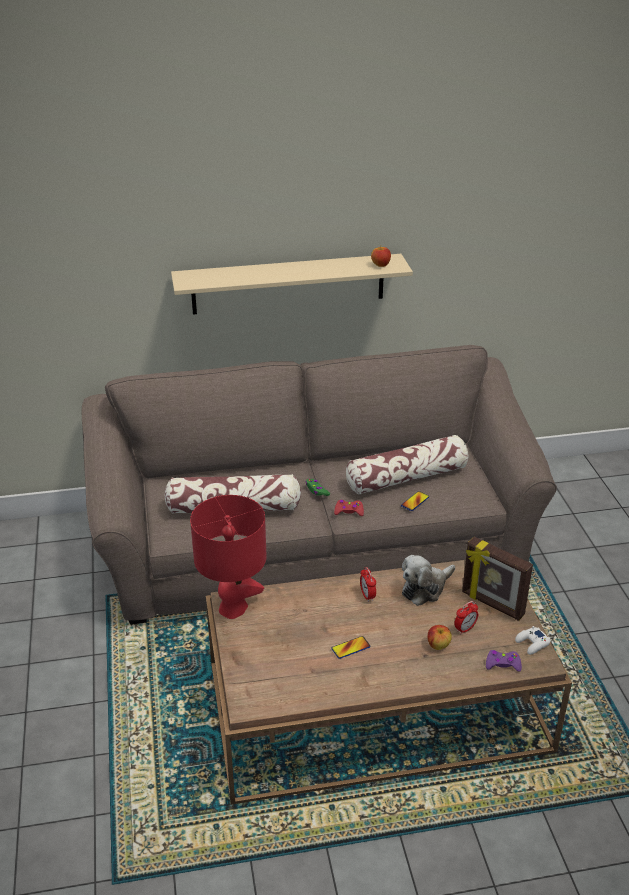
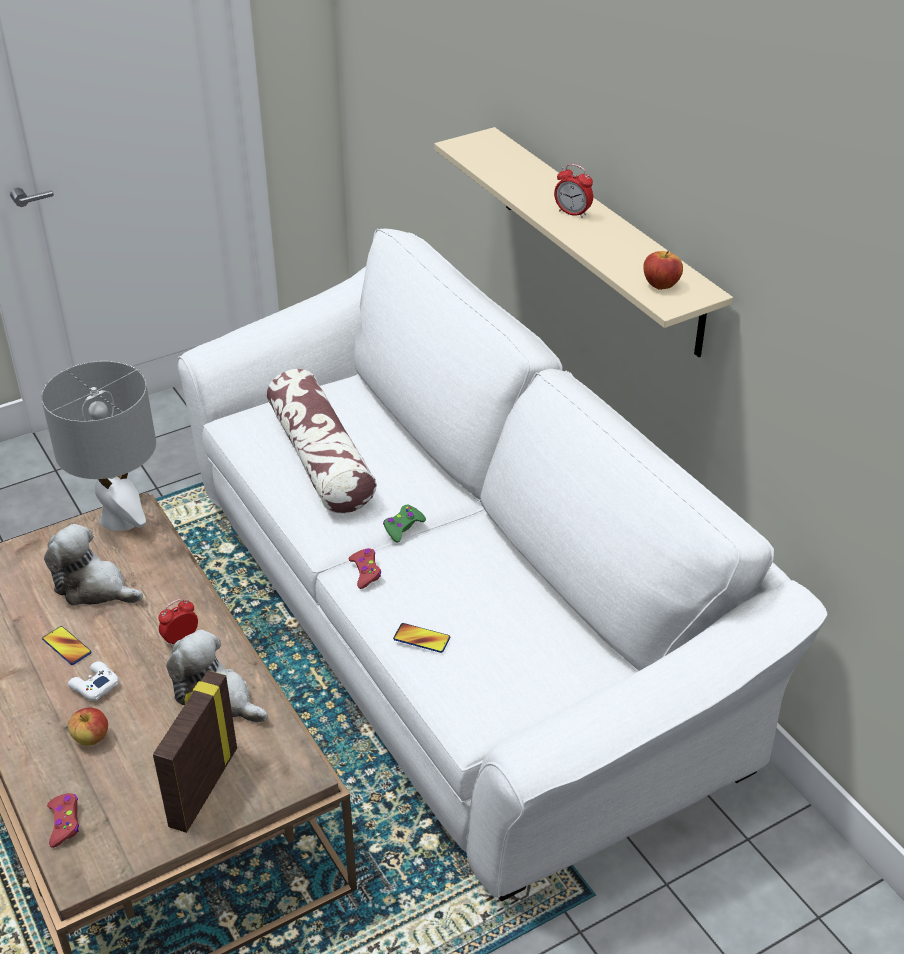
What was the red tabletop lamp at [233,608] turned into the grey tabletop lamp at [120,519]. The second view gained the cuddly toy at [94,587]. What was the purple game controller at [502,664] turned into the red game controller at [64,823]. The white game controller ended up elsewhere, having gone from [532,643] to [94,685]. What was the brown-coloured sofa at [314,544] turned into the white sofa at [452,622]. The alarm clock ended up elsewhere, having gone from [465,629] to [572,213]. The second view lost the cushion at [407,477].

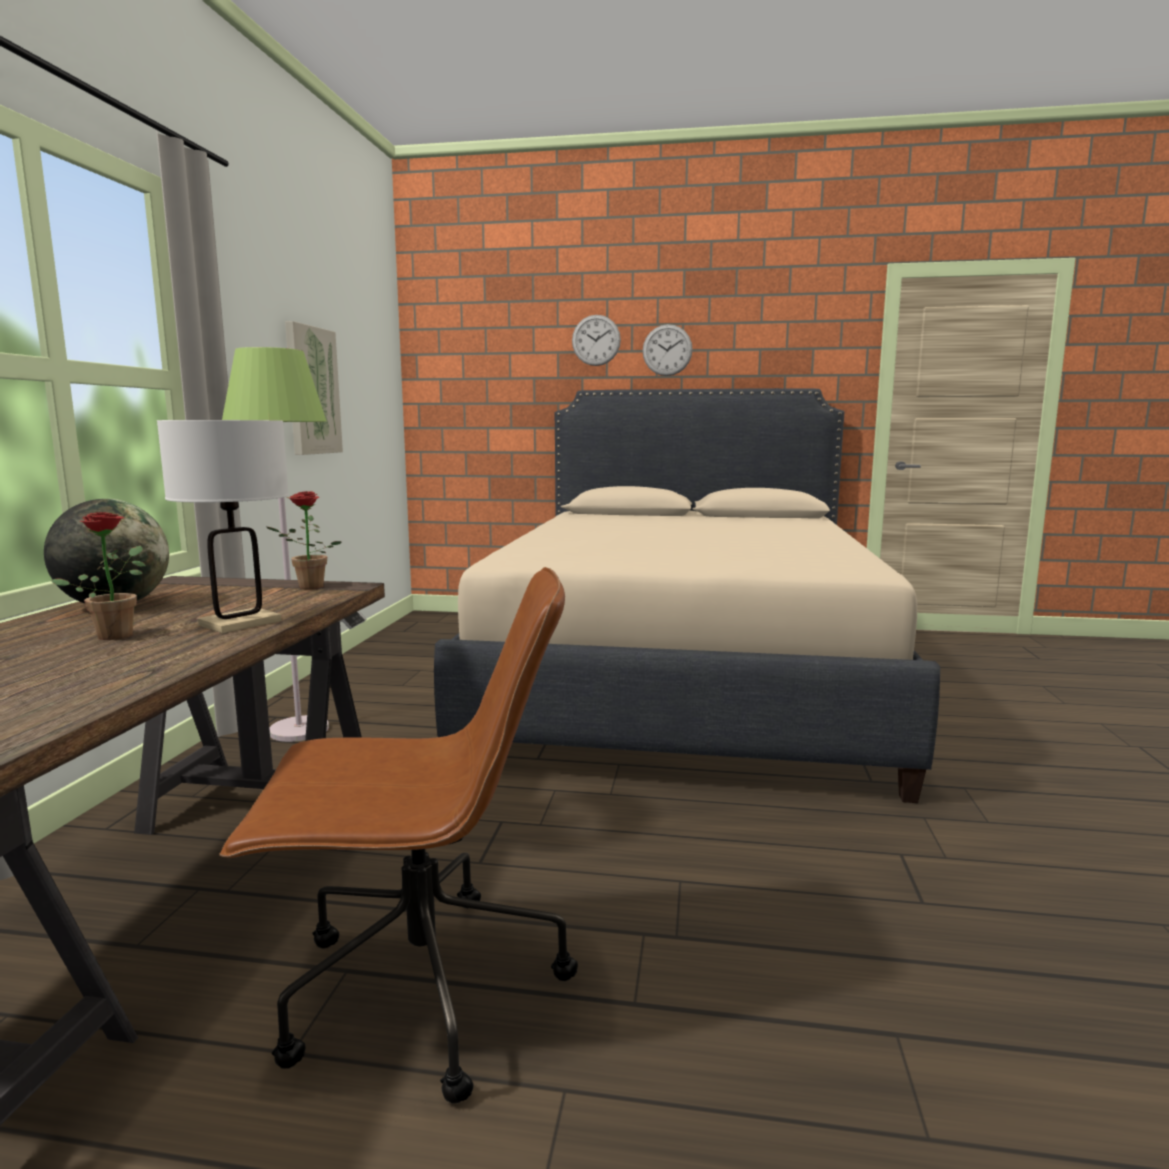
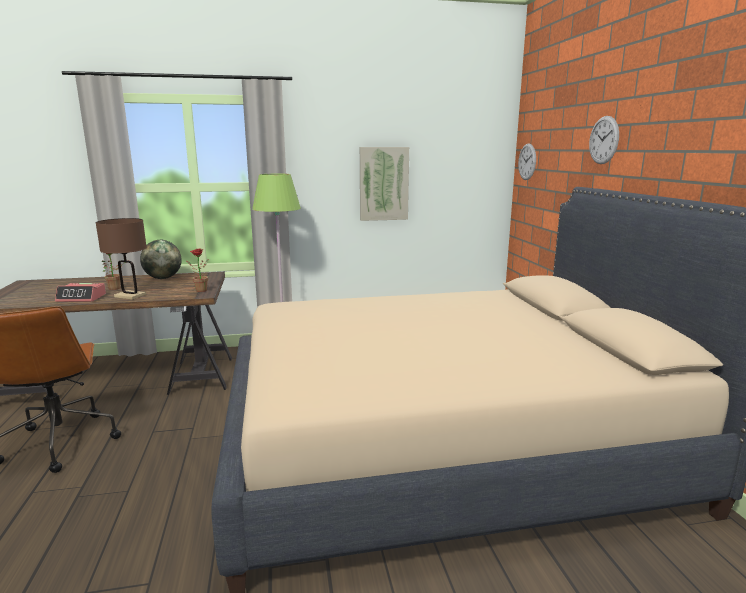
The second view gained the alarm clock at [82,298]. What was the white tabletop lamp at [240,623] turned into the brown-coloured tabletop lamp at [130,296]. The clock on the wall ended up elsewhere, having gone from [667,350] to [527,161].

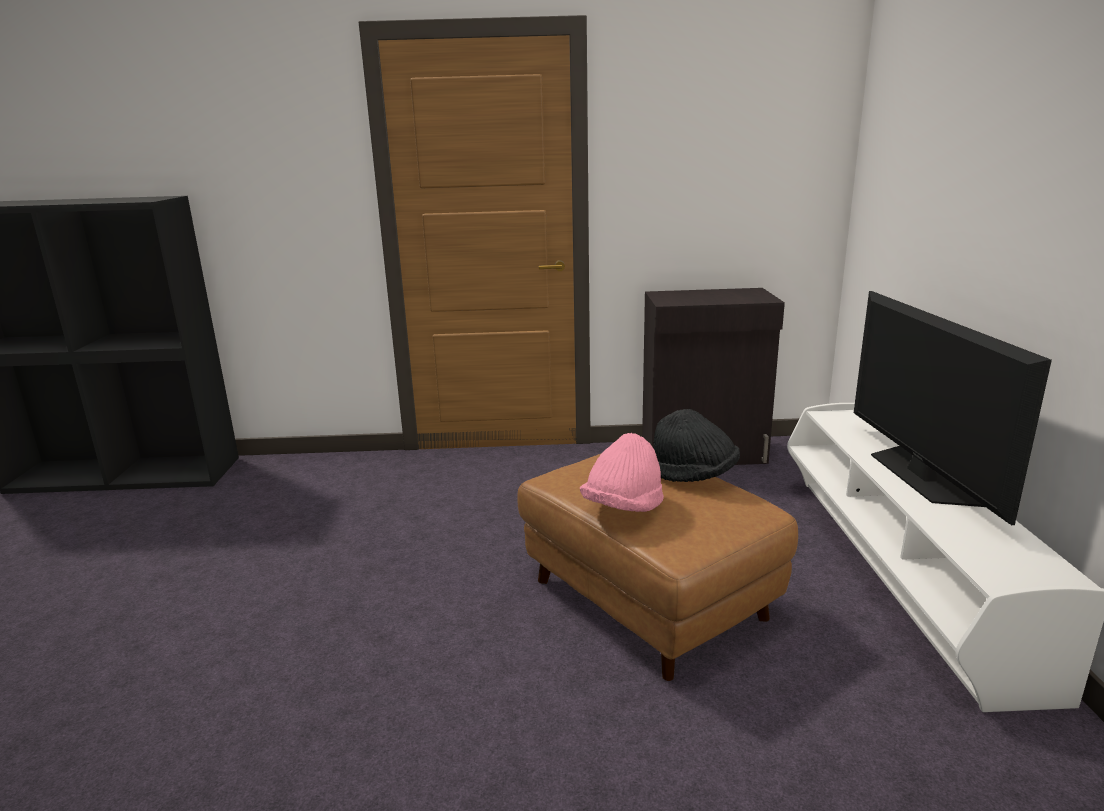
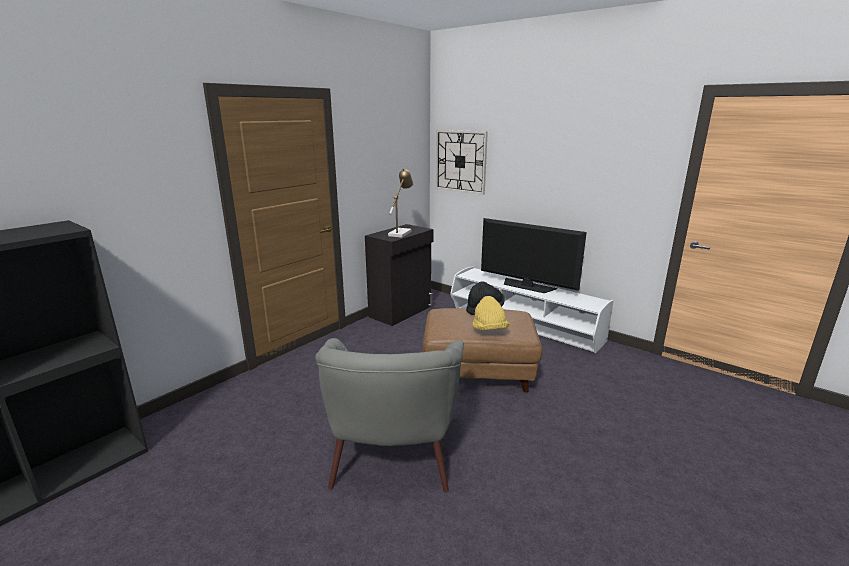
The second view gained the grey armchair at [393,452]. The second view gained the tabletop lamp at [401,233]. The second view gained the clock on the wall at [460,161]. What was the pinkish clothing hat at [623,507] turned into the yellowish clothing hat at [489,330].

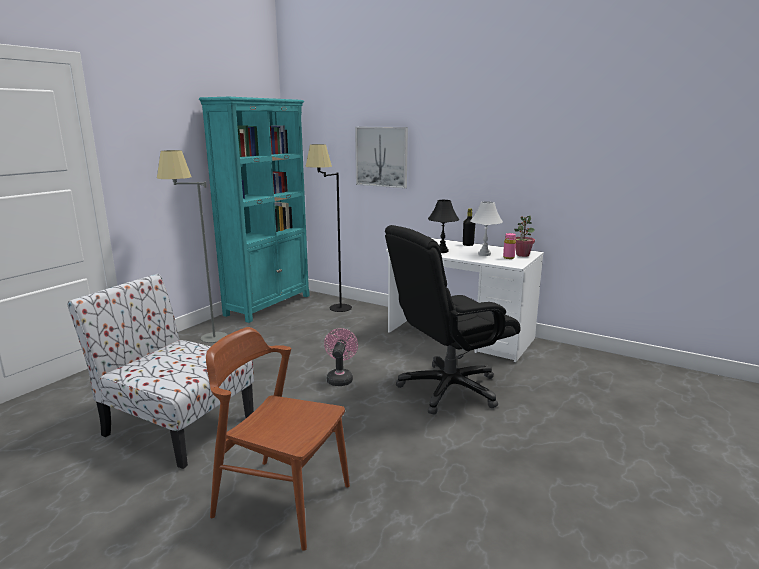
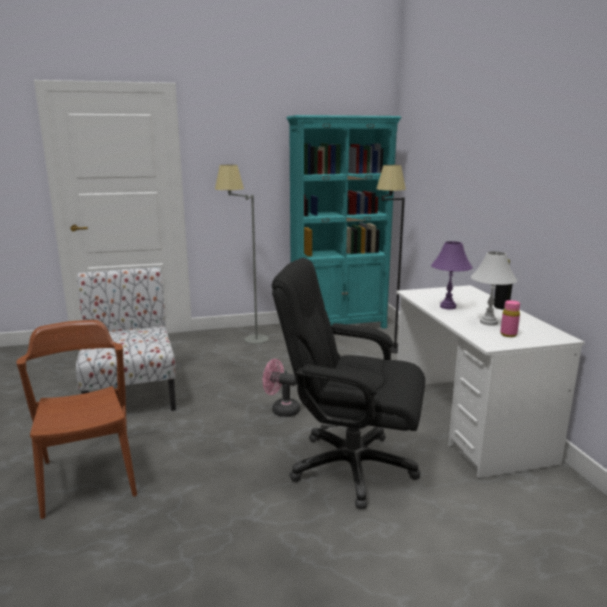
The pinkish fan at [340,378] ended up facing another way, 120 degrees counterclockwise from before. What was the blackish tabletop lamp at [442,251] turned into the purple tabletop lamp at [448,307]. The second view lost the wall art at [381,157]. The second view lost the potted plant at [522,255].

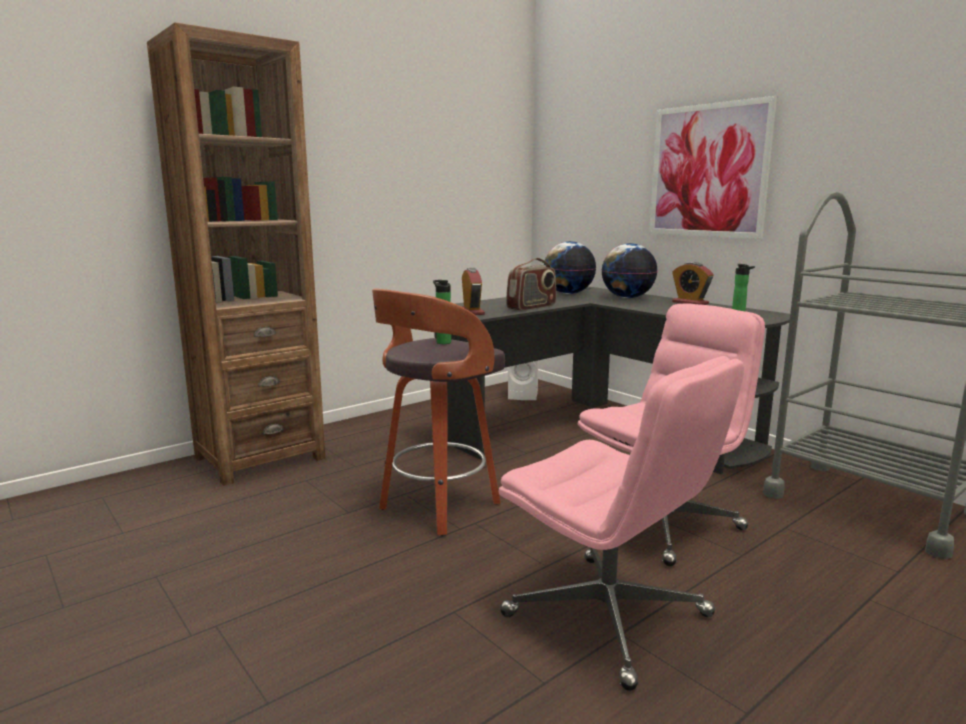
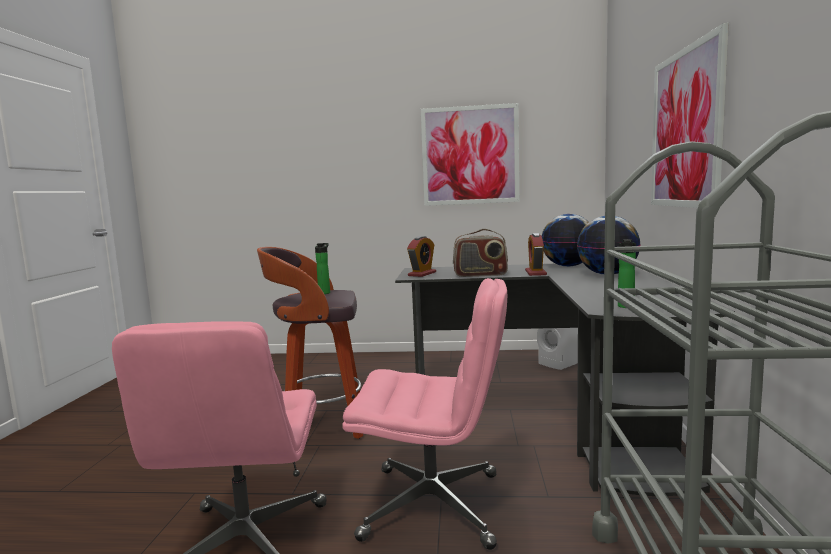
The second view gained the wall art at [470,155]. The alarm clock ended up elsewhere, having gone from [690,303] to [535,273]. The second view lost the brown-coloured bookshelf at [260,458].

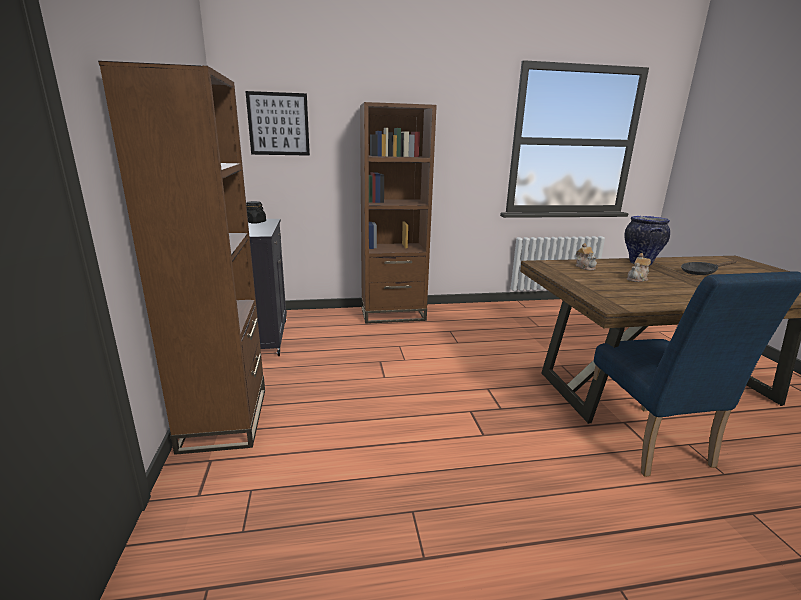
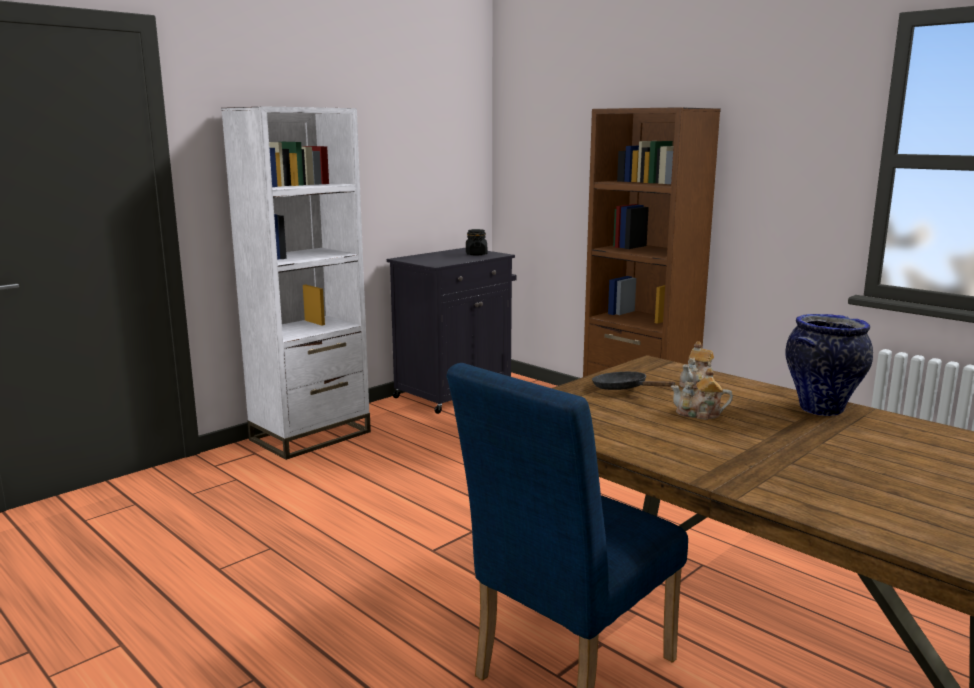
What was the brown-coloured bookshelf at [225,419] turned into the white bookshelf at [311,436]. The blackish pan ended up elsewhere, having gone from [701,272] to [624,389]. The second view lost the wall art at [278,124].

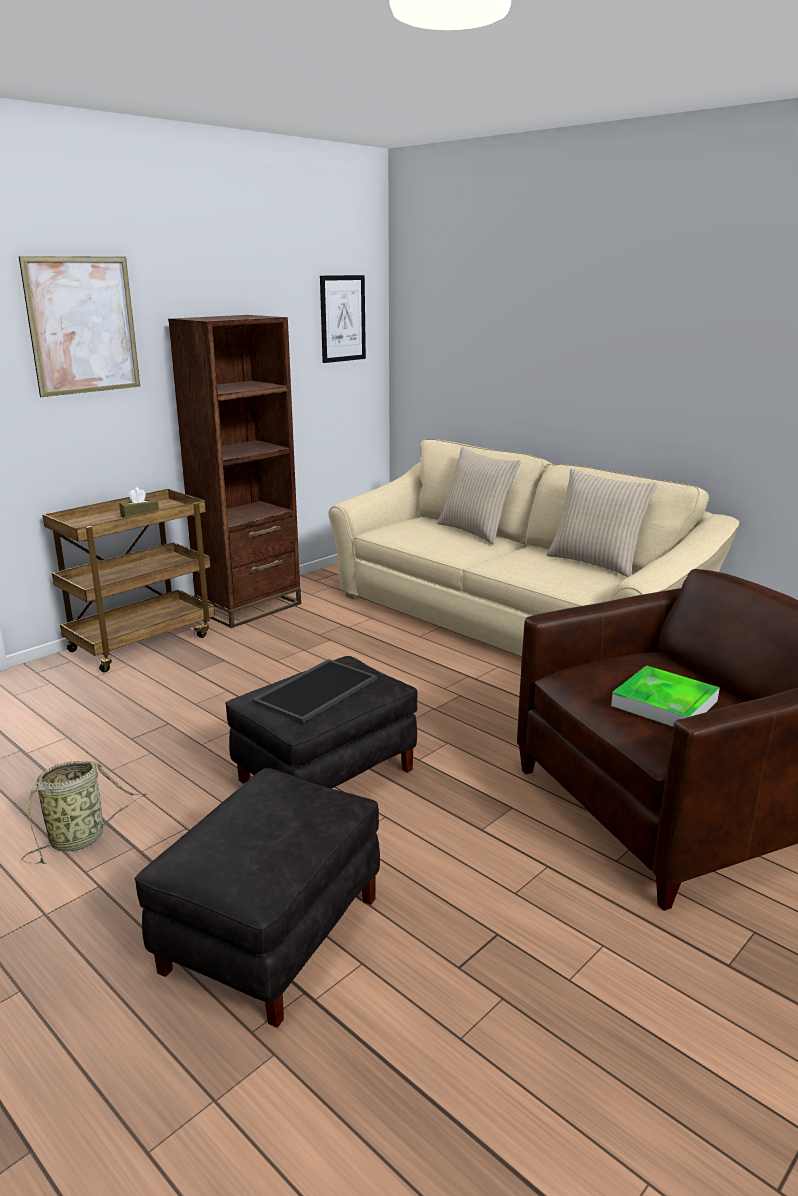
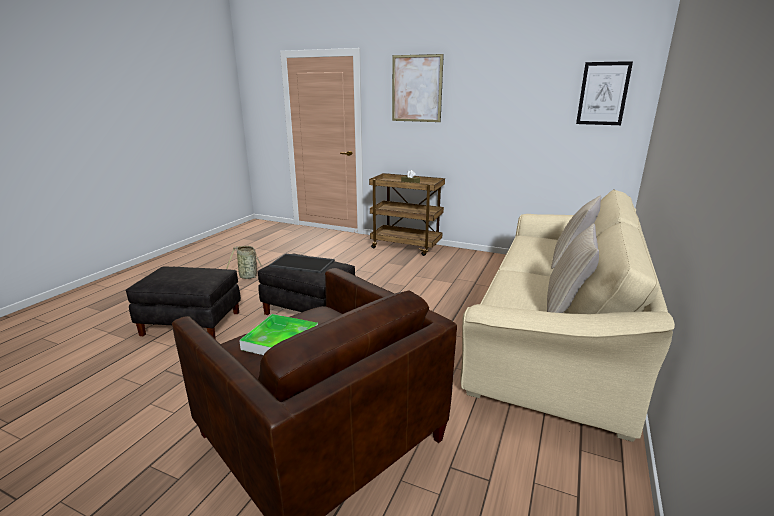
The second view lost the brown-coloured bookshelf at [249,607].

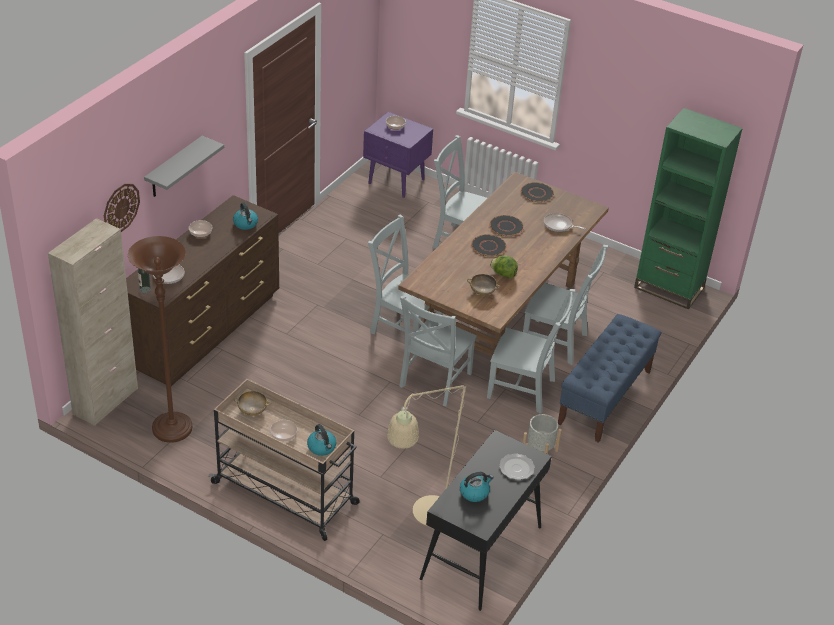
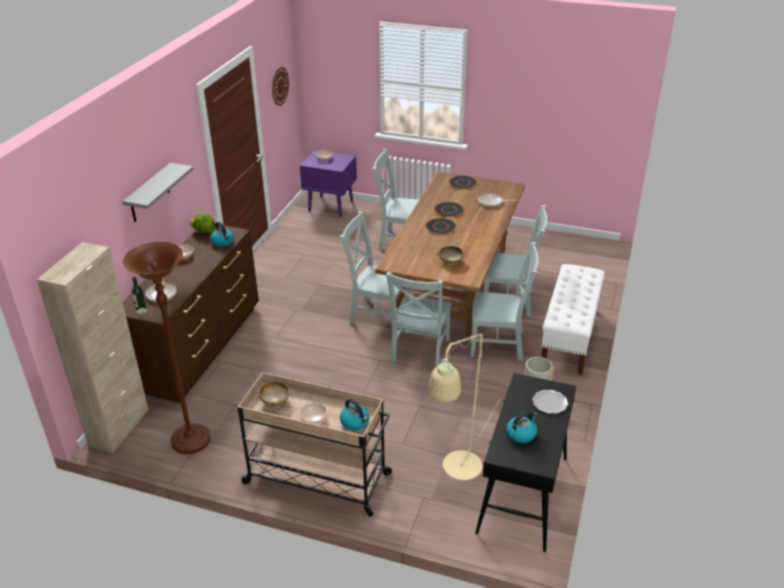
The head of lettuce ended up elsewhere, having gone from [503,274] to [204,231]. The clock on the wall ended up elsewhere, having gone from [121,208] to [279,86]. What was the blue indoor bench at [604,397] turned into the white indoor bench at [569,337]. The second view lost the greenish bookshelf at [669,288].

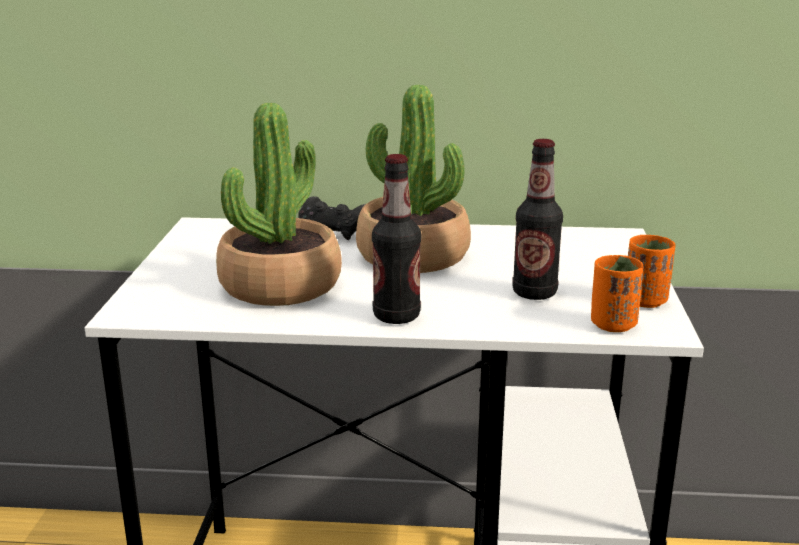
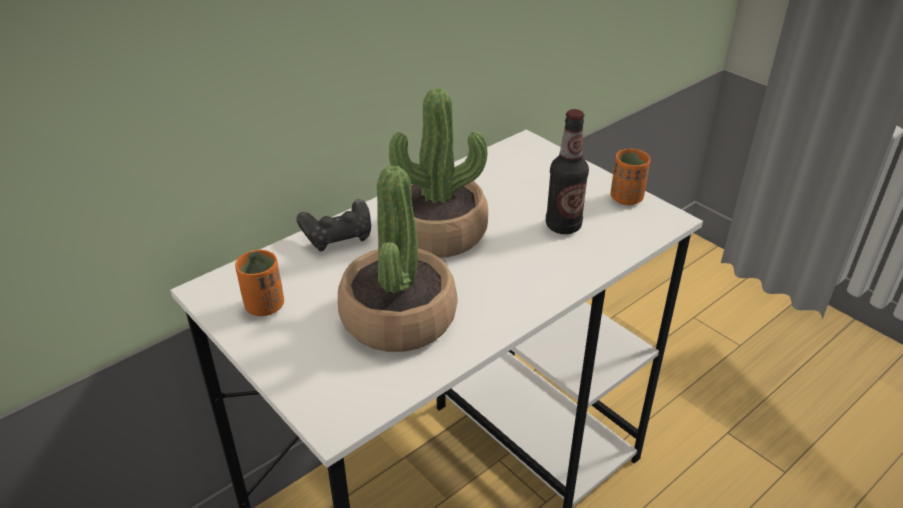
The orangey cup ended up elsewhere, having gone from [613,325] to [264,306]. The second view lost the beverage bottle at [396,316].

